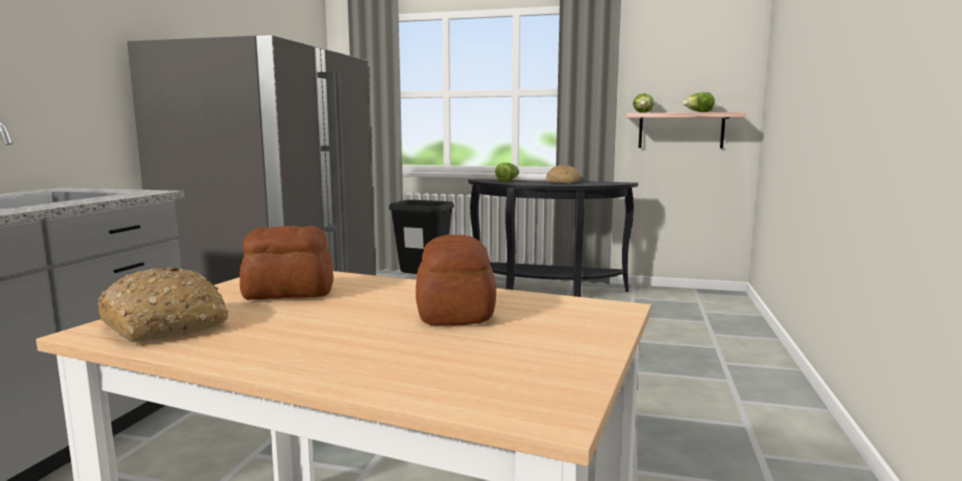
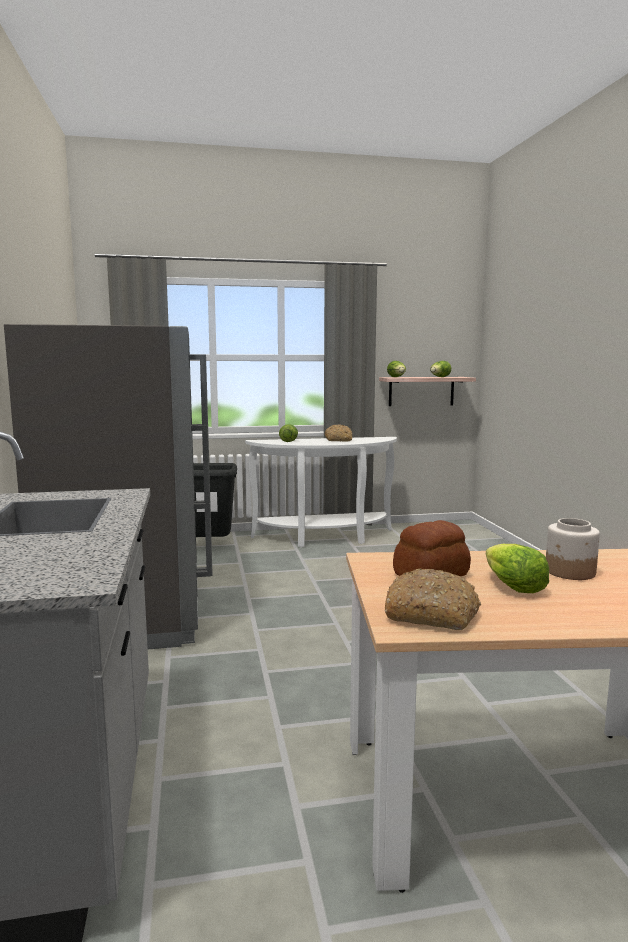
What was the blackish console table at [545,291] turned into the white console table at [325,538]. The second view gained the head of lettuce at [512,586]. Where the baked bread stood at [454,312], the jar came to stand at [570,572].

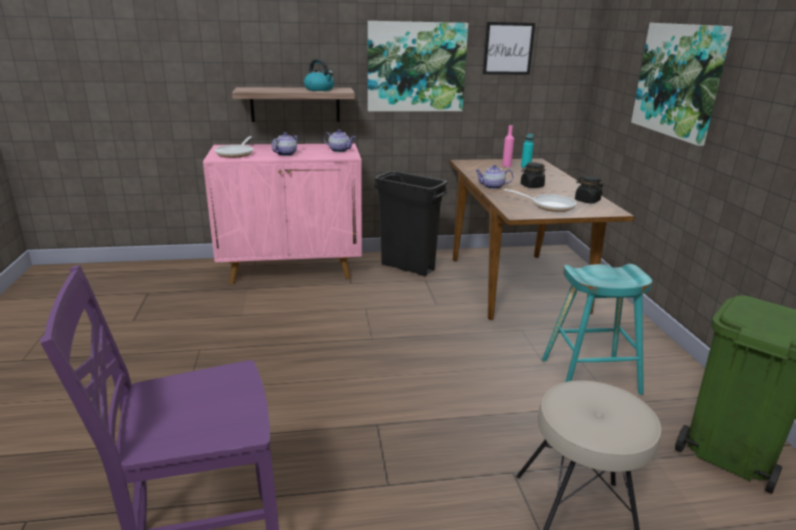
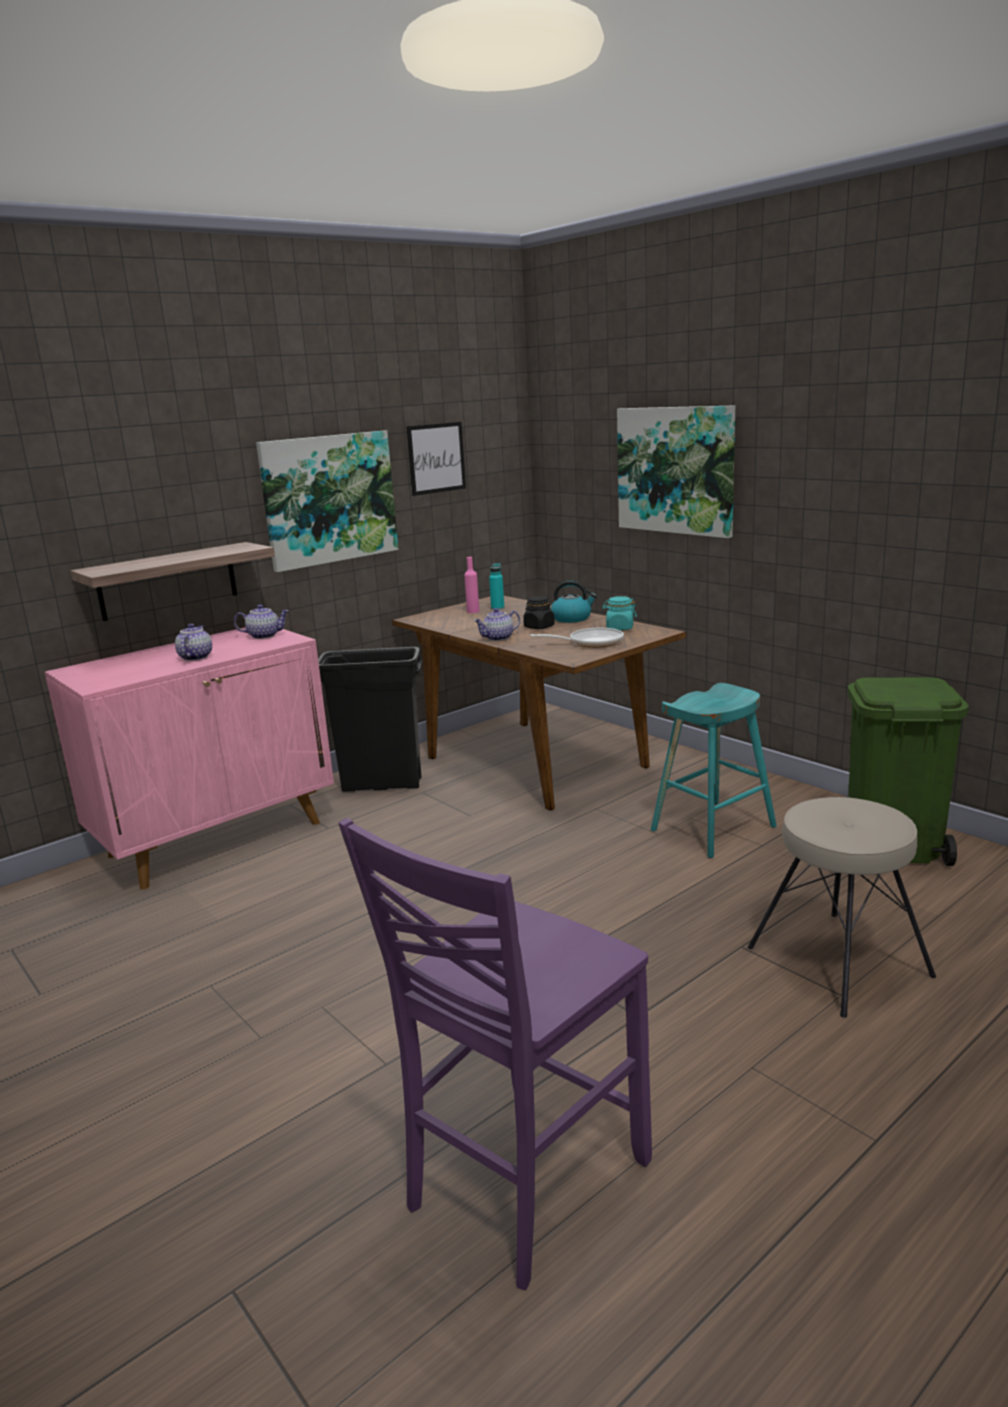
The tea kettle ended up elsewhere, having gone from [319,89] to [572,618]. What was the blackish jar at [587,201] turned into the turquoise-coloured jar at [619,628]. The second view lost the pan at [236,153].

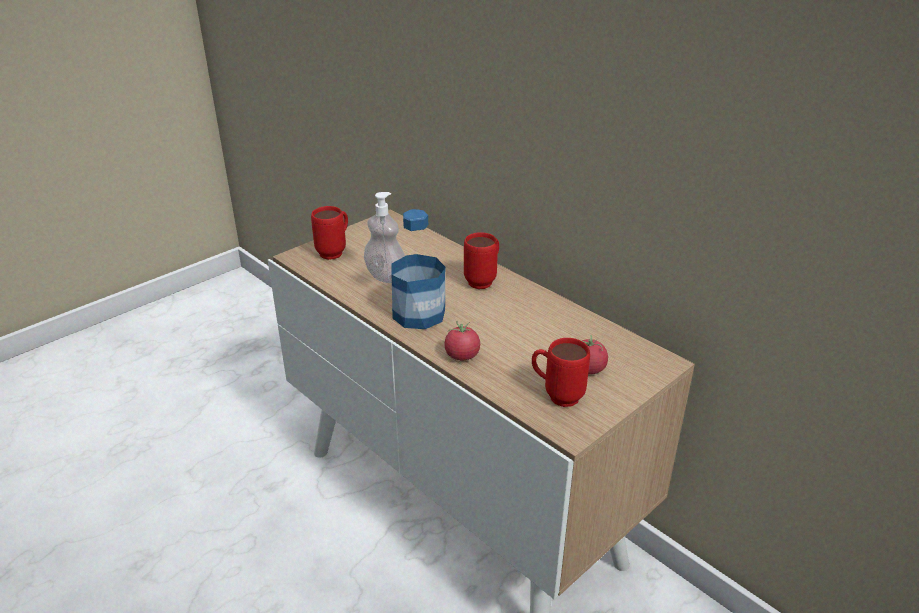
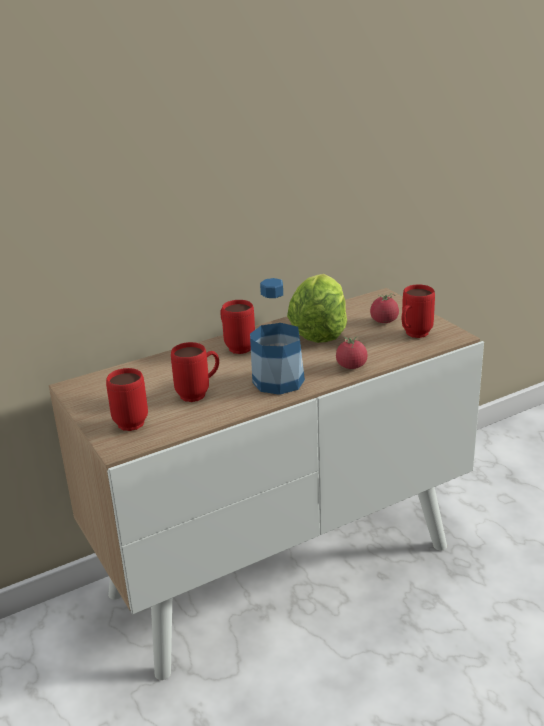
Where the soap bottle stood at [386,276], the red mug came to stand at [199,394]. The second view gained the head of lettuce at [320,331].

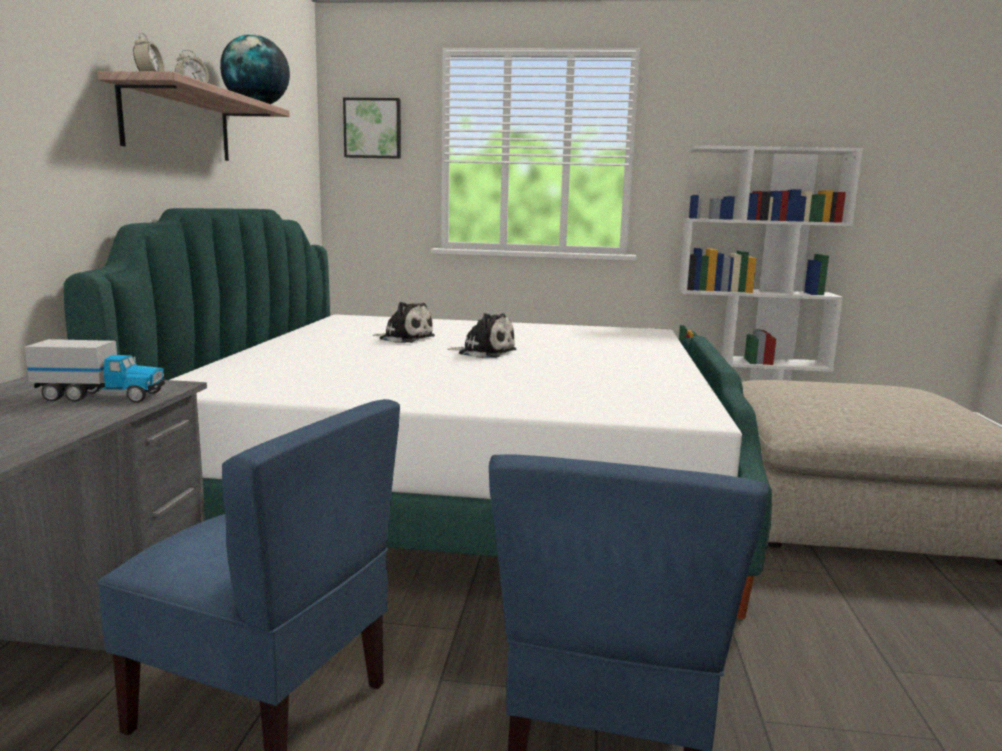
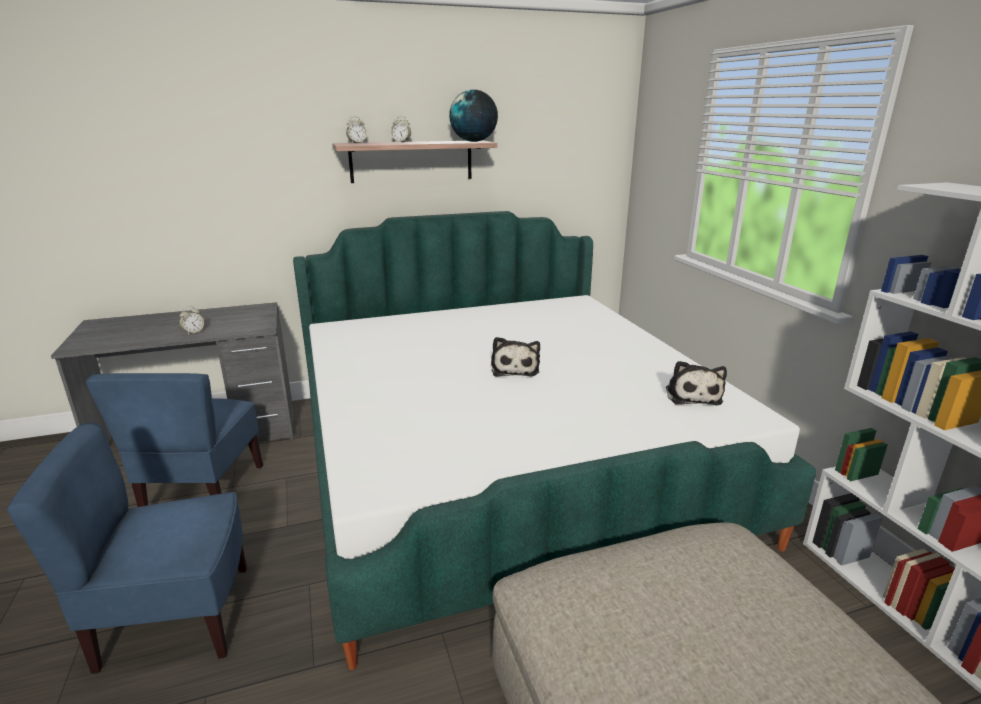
The second view gained the alarm clock at [193,332]. The cuddly toy ended up elsewhere, having gone from [404,338] to [692,395]. The second view lost the toy lorry at [102,397]. The second view lost the wall art at [373,128].

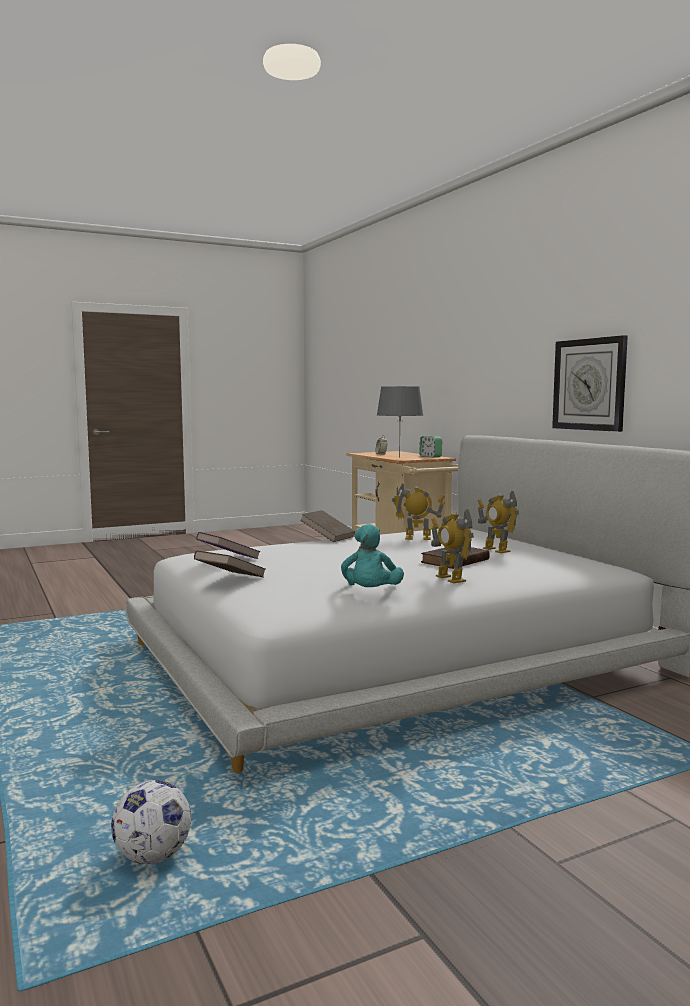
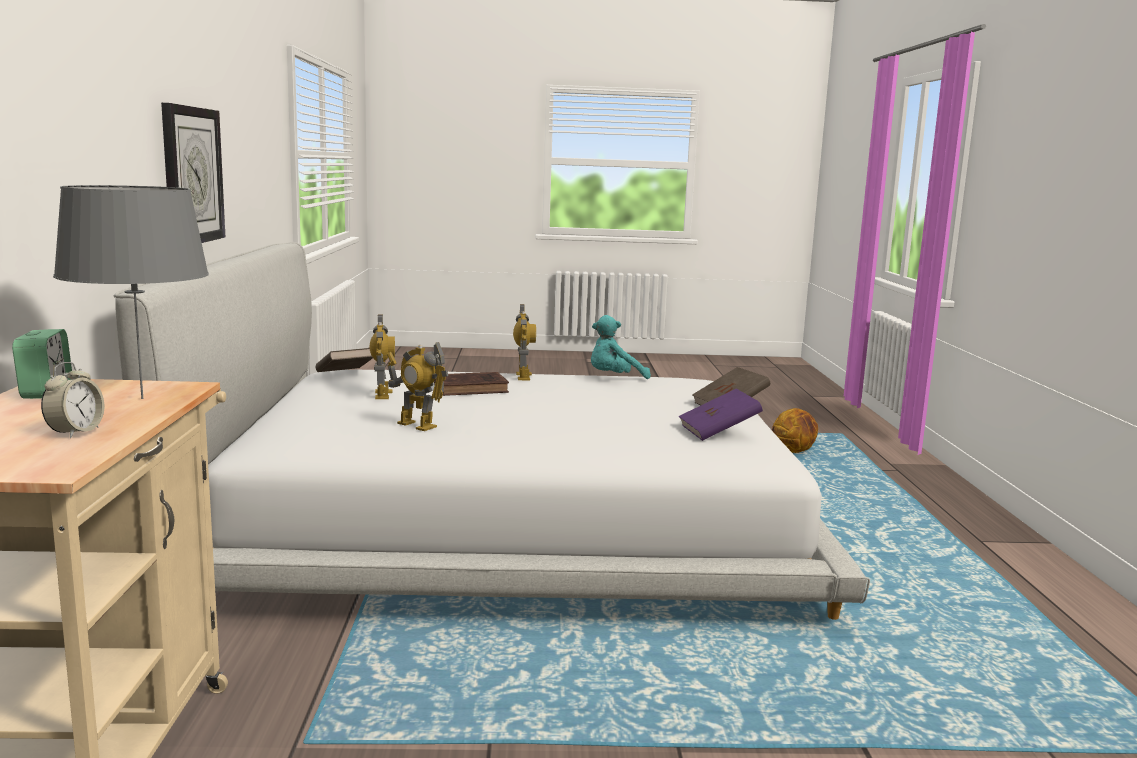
The brown-coloured book ended up elsewhere, having gone from [327,537] to [345,375]. The turquoise-coloured cuddly toy at [371,594] ended up facing another way, 150 degrees counterclockwise from before. Where the football stood at [152,857], the basketball came to stand at [794,451].

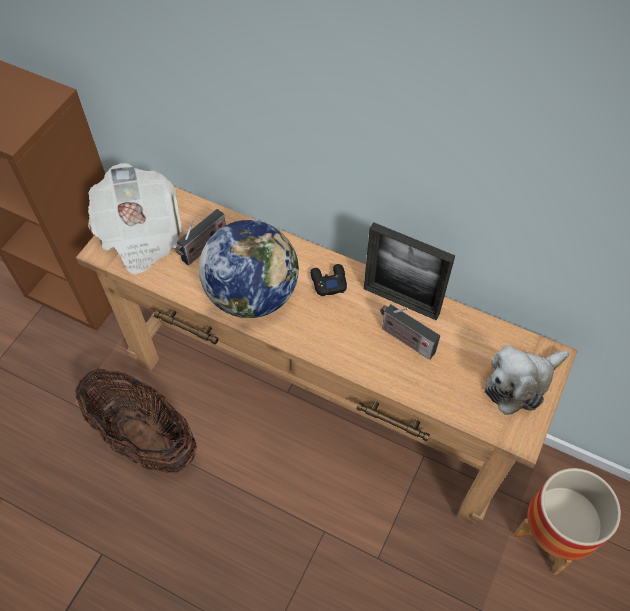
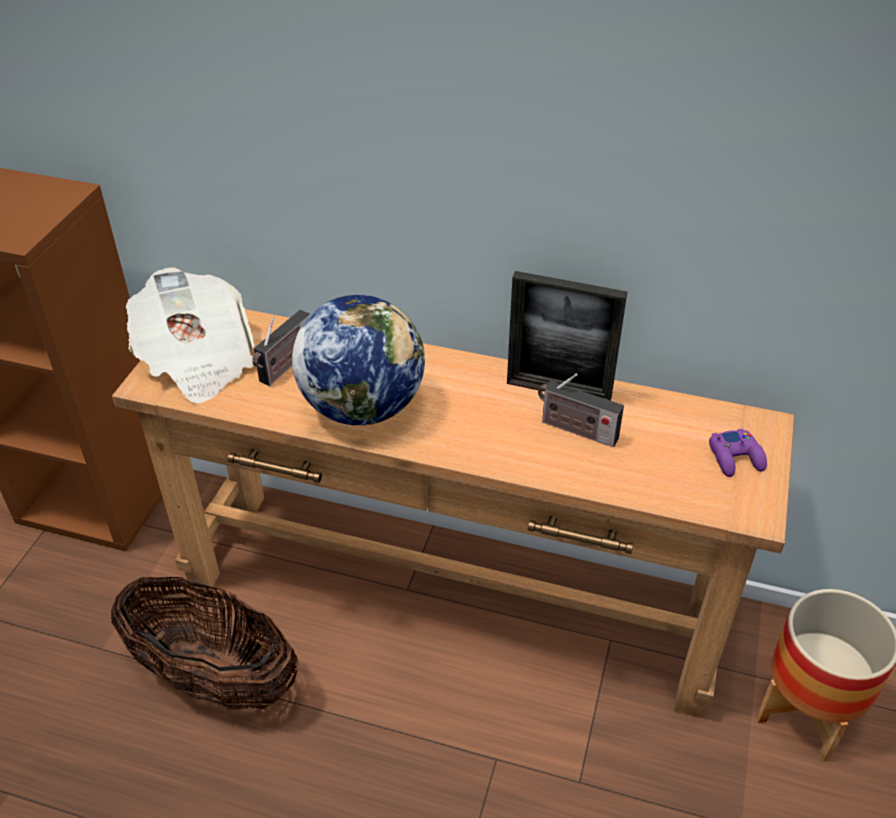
Where the cuddly toy stood at [520,383], the purple game controller came to stand at [736,458]. The second view lost the blackish game controller at [328,282].

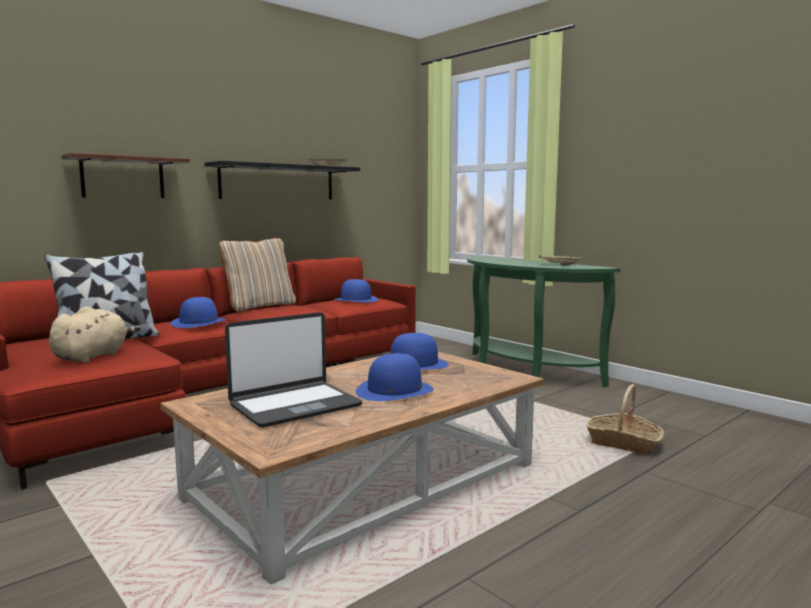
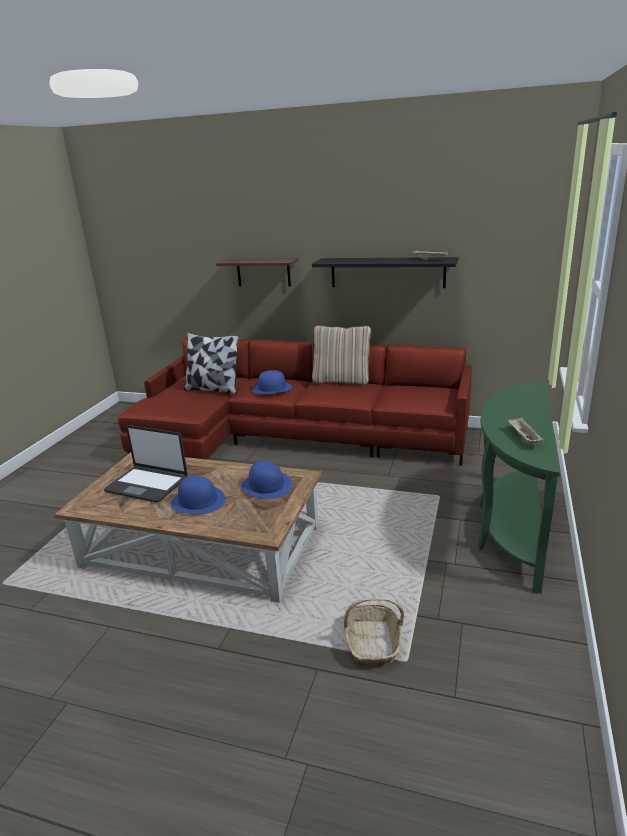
The second view lost the beige-coloured cuddly toy at [93,356]. The second view lost the blue clothing hat at [356,299].

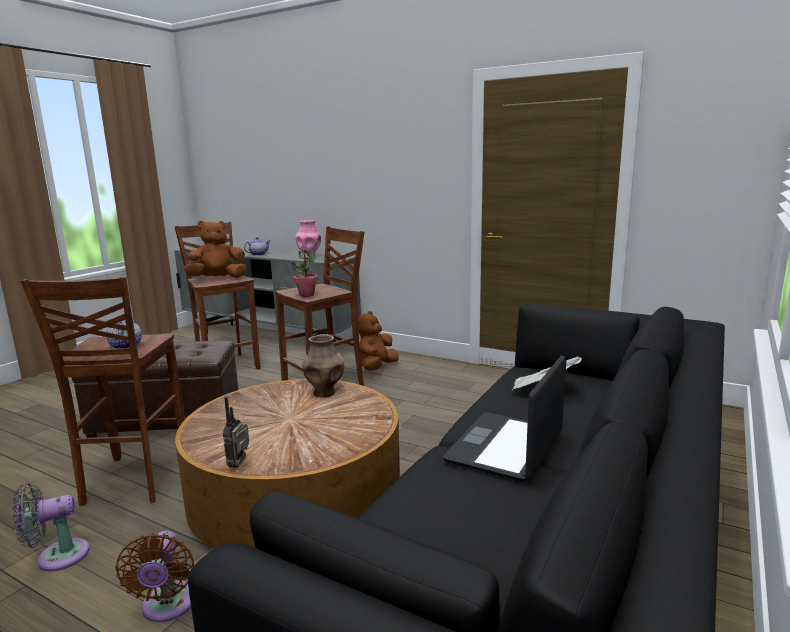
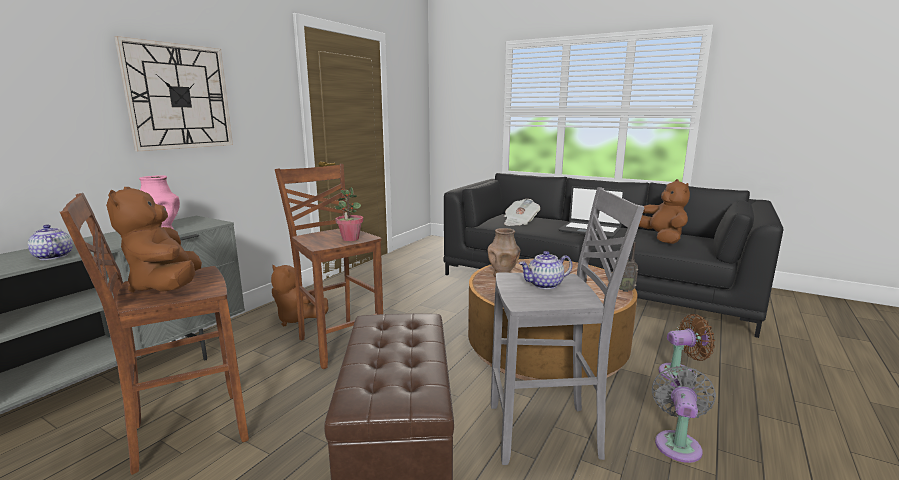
The second view gained the clock on the wall at [179,97]. What was the brown-coloured stool seat at [134,480] turned into the grey stool seat at [547,433]. The second view gained the brown-coloured cuddly toy at [661,238]. The grey fan at [57,557] ended up facing another way, 135 degrees counterclockwise from before.

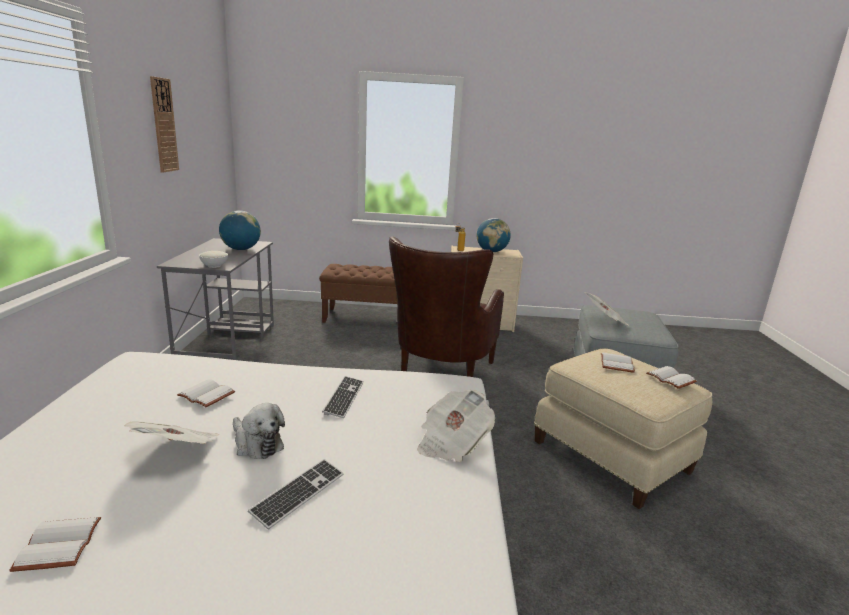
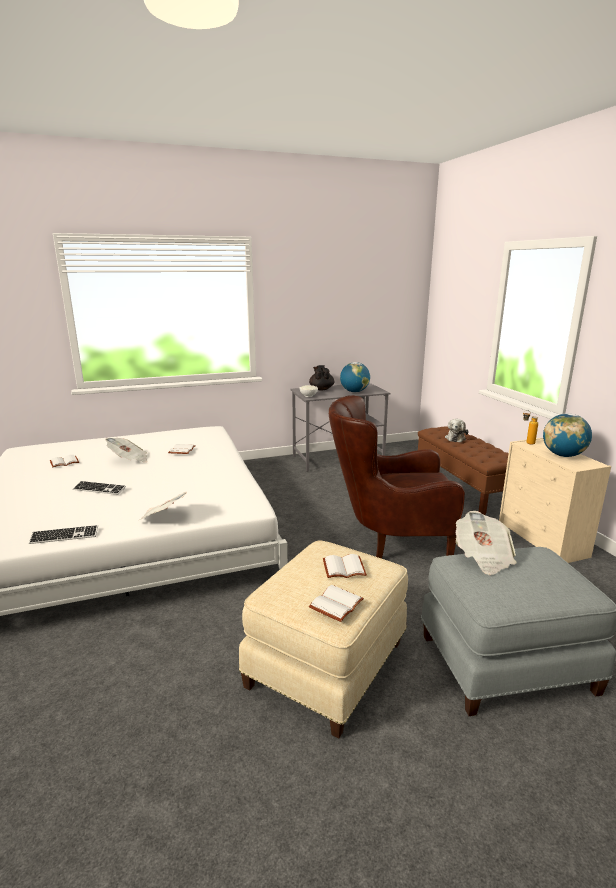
The computer keyboard ended up elsewhere, having gone from [344,398] to [64,536]. The second view gained the blackish pot for tea at [321,389]. The cuddly toy ended up elsewhere, having gone from [257,443] to [455,438]. The second view lost the clock on the wall at [164,125].

